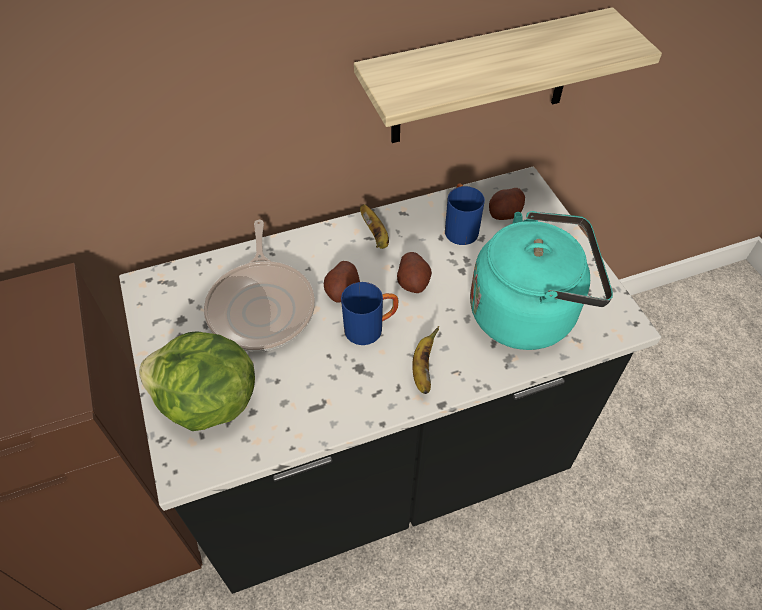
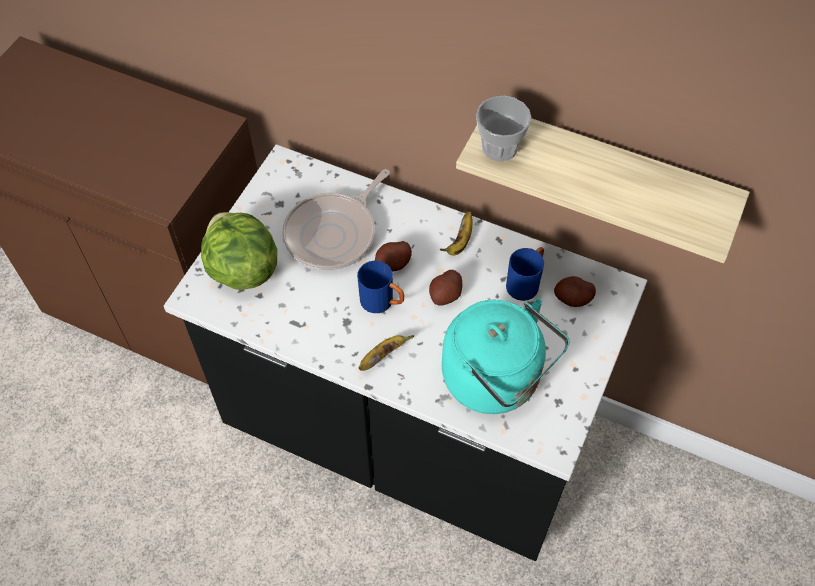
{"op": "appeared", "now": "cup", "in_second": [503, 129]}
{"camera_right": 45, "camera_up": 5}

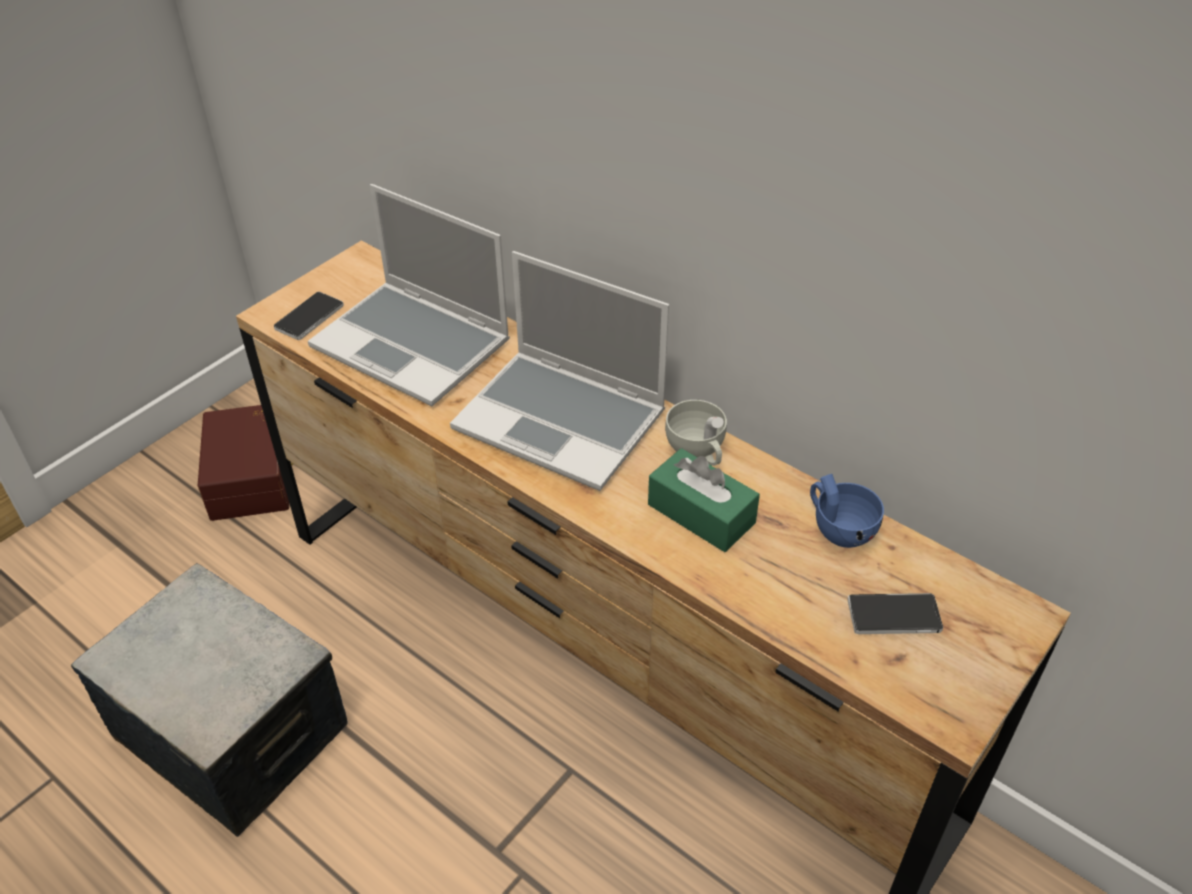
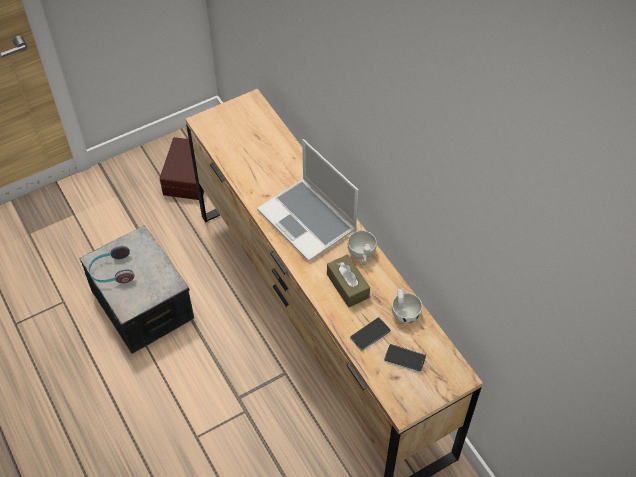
{"op": "relocated", "was": "handset", "in_first": [309, 316], "in_second": [370, 334]}
{"op": "missing", "was": "notebook computer", "in_first": [409, 295]}
{"op": "colour", "was": "green box of tissues", "now": "brownish box of tissues", "in_first": [704, 500], "in_second": [348, 281]}
{"op": "colour", "was": "bluish cup", "now": "whitish cup", "in_first": [847, 511], "in_second": [407, 306]}
{"op": "appeared", "now": "headphones", "in_second": [111, 264]}
{"camera_right": 20, "camera_up": 10}

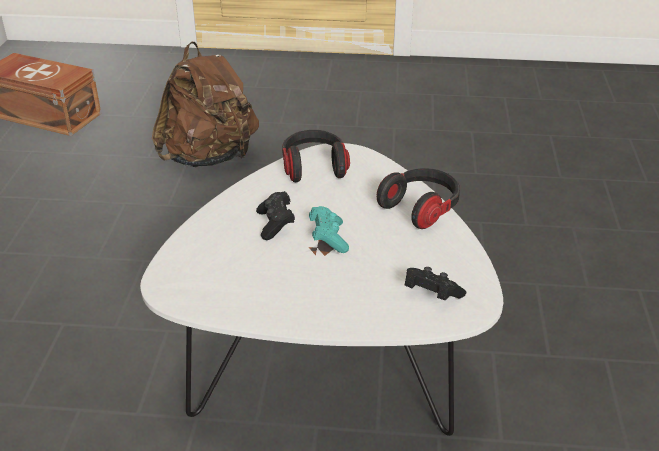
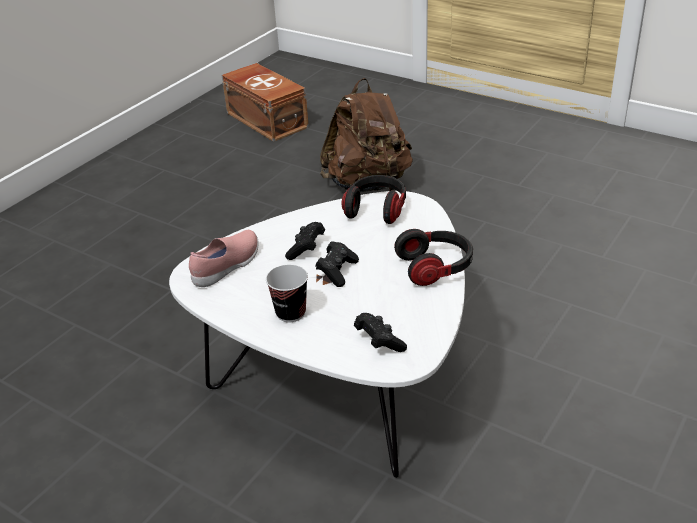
{"op": "colour", "was": "turquoise joypad", "now": "black joypad", "in_first": [329, 229], "in_second": [337, 264]}
{"op": "appeared", "now": "pink item of footwear", "in_second": [224, 258]}
{"op": "appeared", "now": "cup", "in_second": [287, 293]}
{"camera_right": 30, "camera_up": 0}

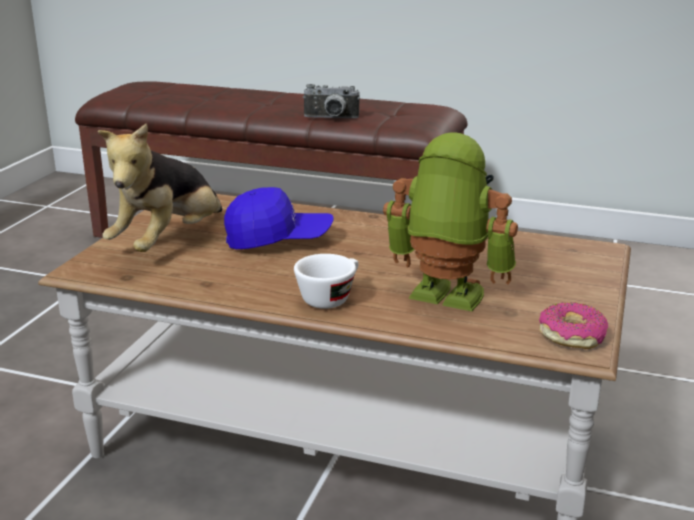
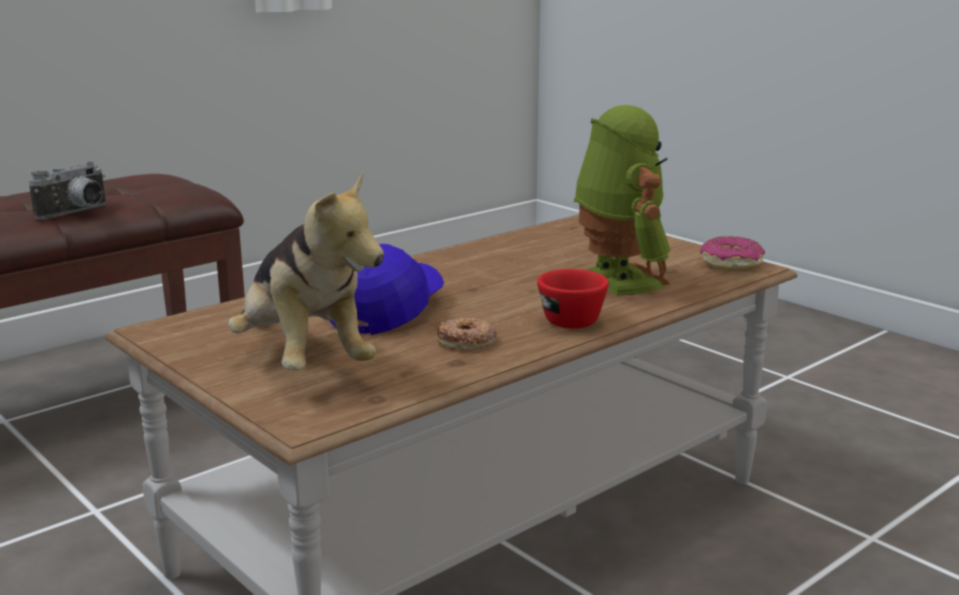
{"op": "colour", "was": "whitish cup", "now": "red cup", "in_first": [326, 281], "in_second": [573, 299]}
{"op": "spun", "was": "model robot", "in_first": [450, 222], "in_second": [622, 200], "clockwise": 105}
{"op": "appeared", "now": "doughnut", "in_second": [467, 333]}
{"camera_right": -60, "camera_up": -5}

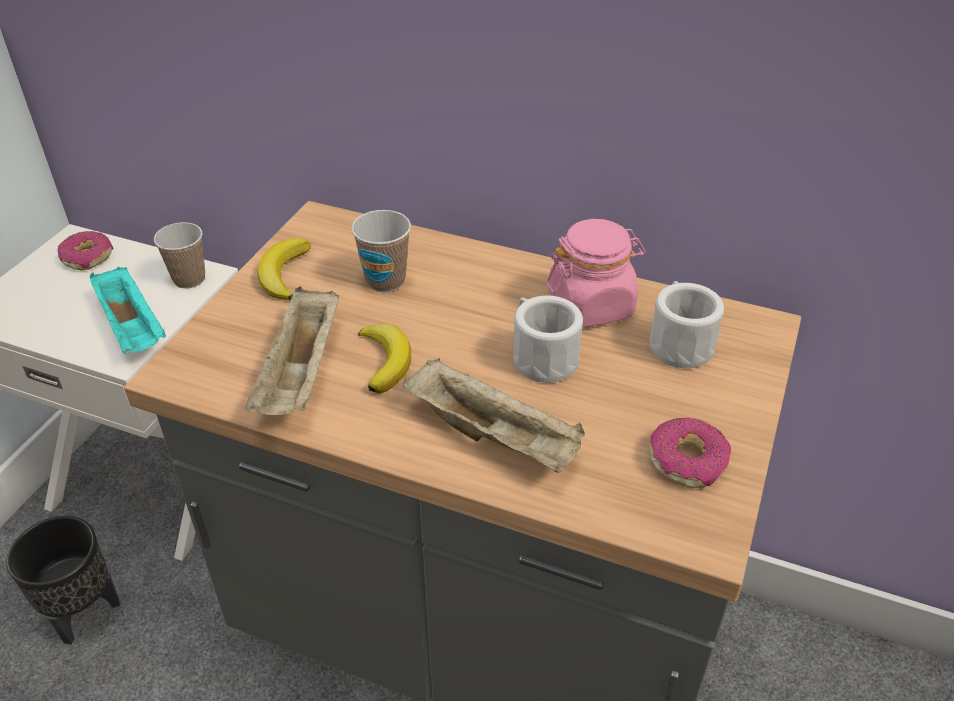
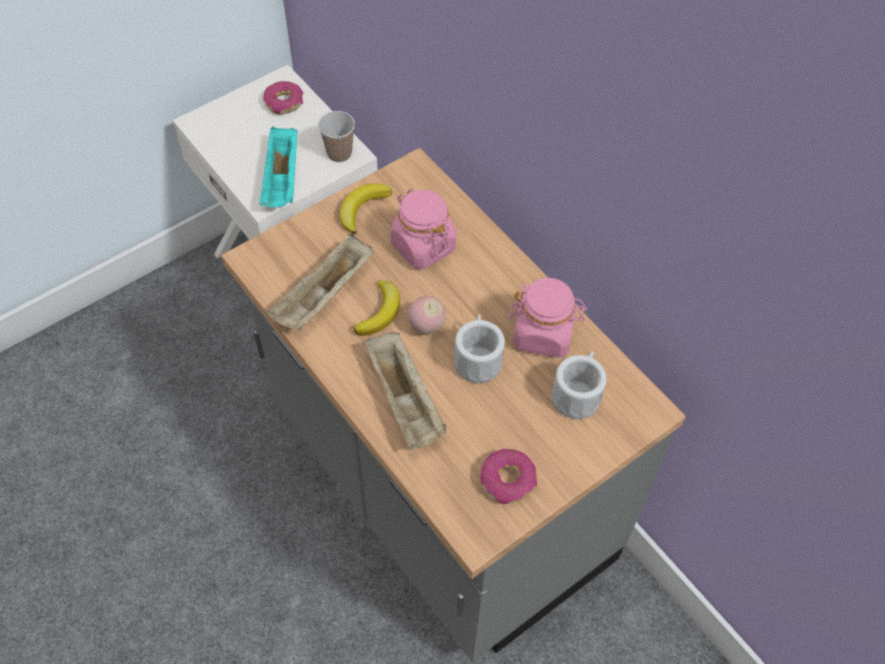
{"op": "missing", "was": "black flower pot", "in_first": [63, 580]}
{"op": "exchanged", "was": "cup", "now": "pink storage jar", "in_first": [381, 251], "in_second": [423, 229]}
{"op": "appeared", "now": "whole apple", "in_second": [427, 315]}
{"camera_right": 30, "camera_up": 15}

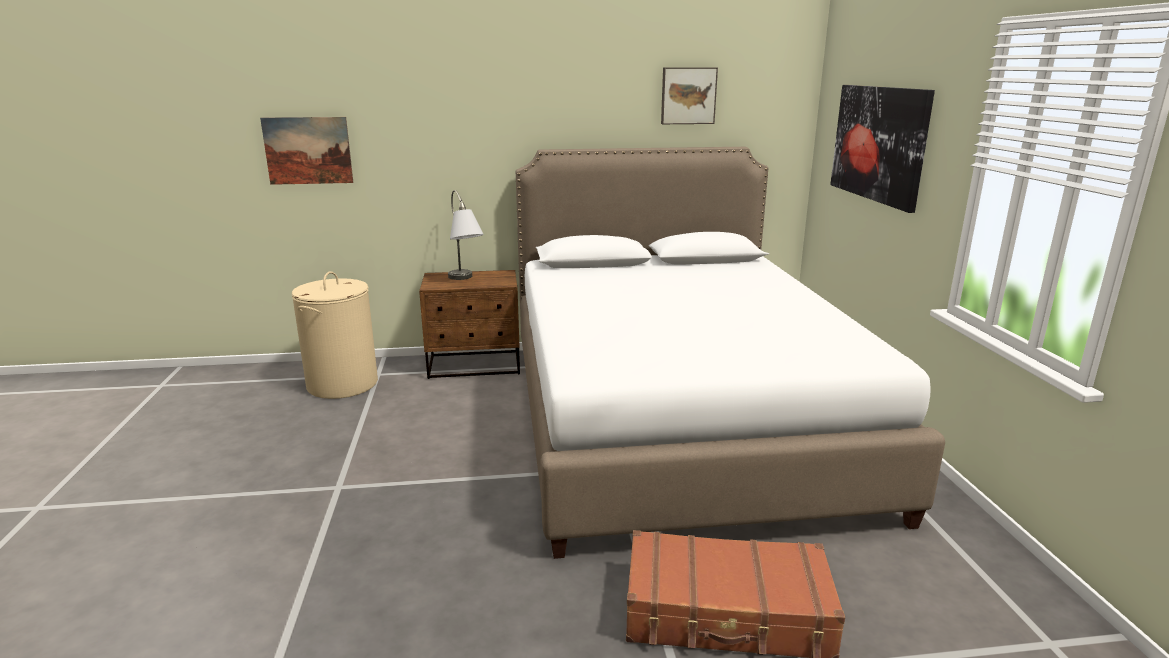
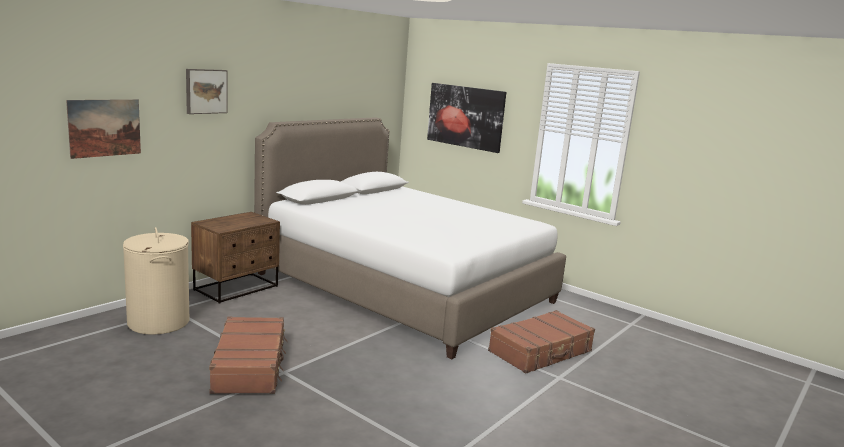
{"op": "missing", "was": "greyish table lamp", "in_first": [466, 235]}
{"op": "relocated", "was": "wall art", "in_first": [689, 95], "in_second": [207, 91]}
{"op": "appeared", "now": "brownish suitcase", "in_second": [248, 355]}
{"camera_right": -45, "camera_up": -5}

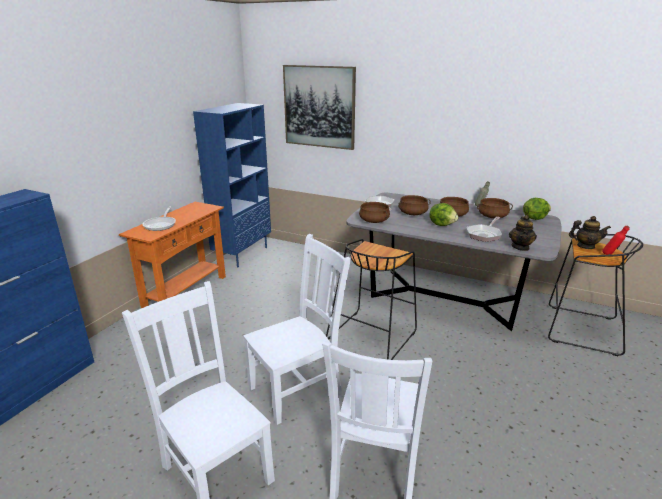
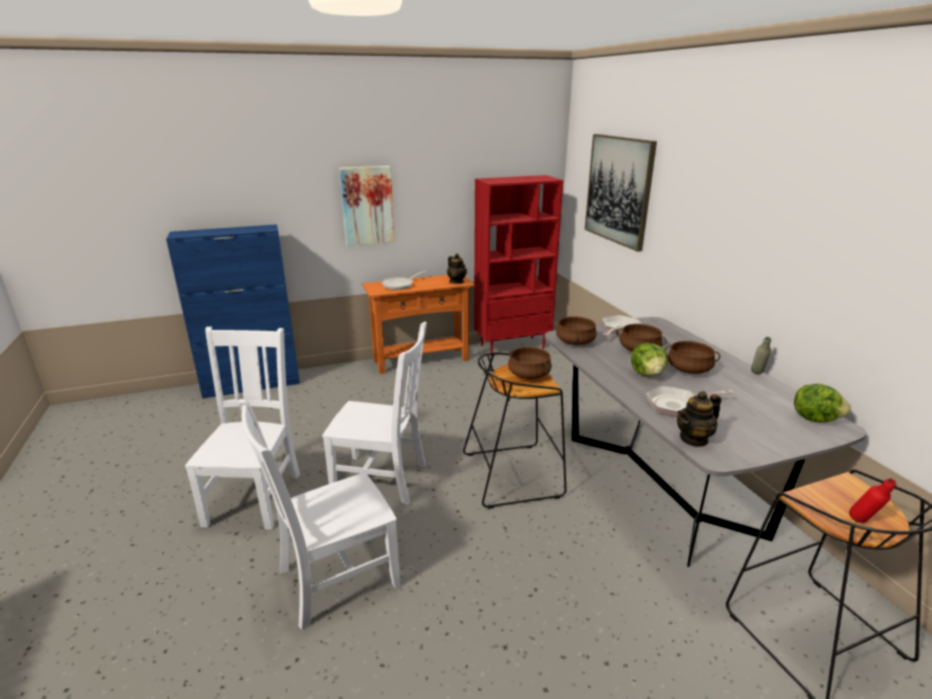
{"op": "colour", "was": "bluish bookcase", "now": "red bookcase", "in_first": [232, 185], "in_second": [518, 266]}
{"op": "relocated", "was": "brownish cooking pot", "in_first": [495, 208], "in_second": [530, 363]}
{"op": "relocated", "was": "tea pot", "in_first": [590, 232], "in_second": [457, 268]}
{"op": "appeared", "now": "wall art", "in_second": [367, 206]}
{"camera_right": 45, "camera_up": 0}

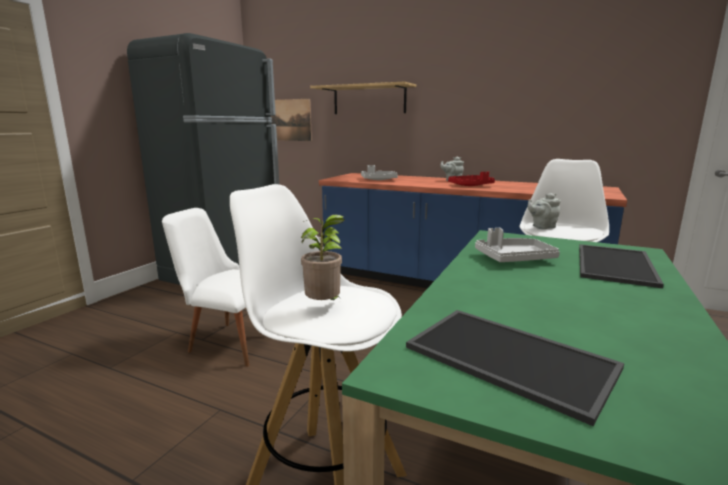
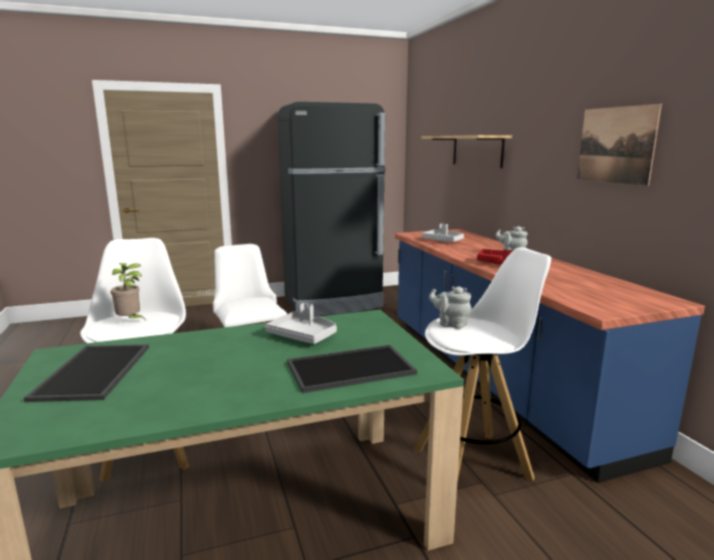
{"op": "relocated", "was": "wall art", "in_first": [291, 120], "in_second": [619, 145]}
{"camera_right": 45, "camera_up": 0}

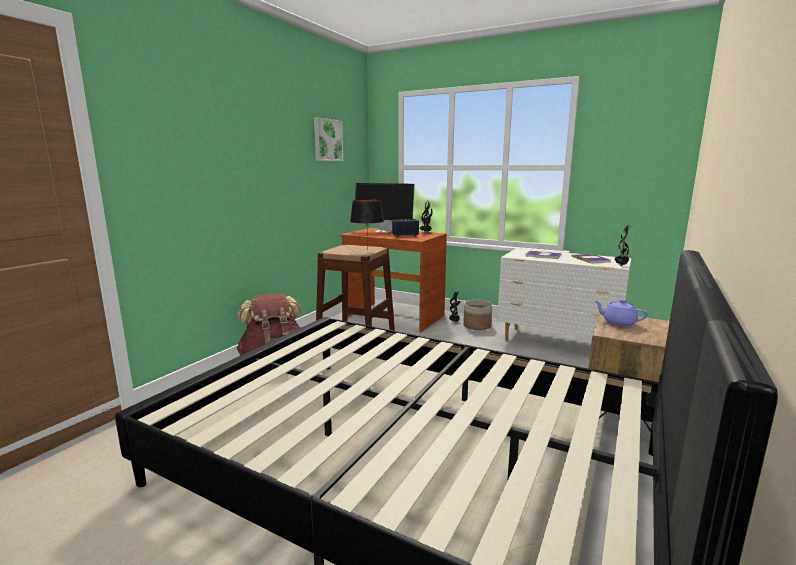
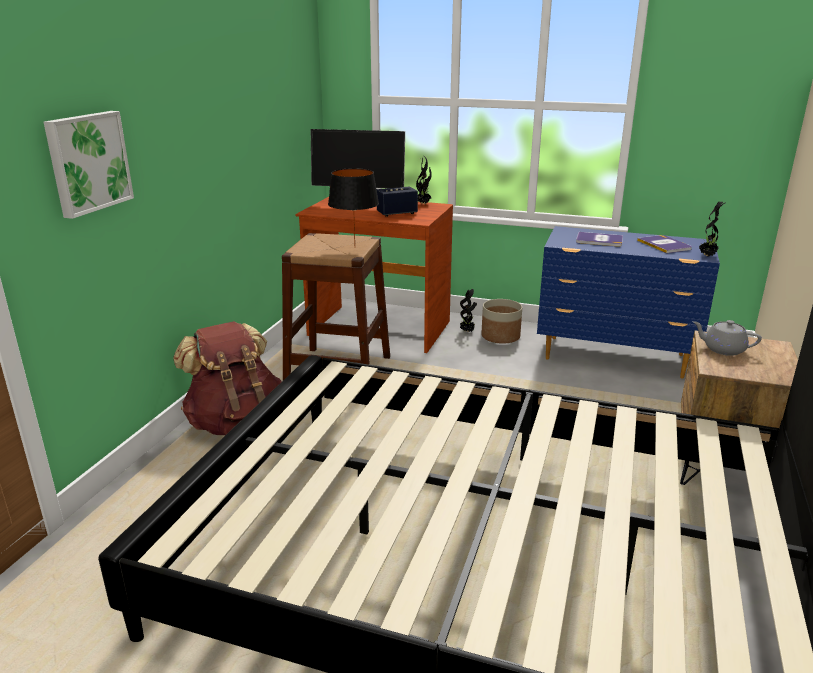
{"op": "relocated", "was": "wall art", "in_first": [328, 139], "in_second": [89, 165]}
{"op": "colour", "was": "whitish chest of drawers", "now": "bluish chest of drawers", "in_first": [564, 294], "in_second": [628, 302]}
{"op": "colour", "was": "purplish tea pot", "now": "greyish tea pot", "in_first": [620, 312], "in_second": [727, 338]}
{"camera_right": -10, "camera_up": 10}

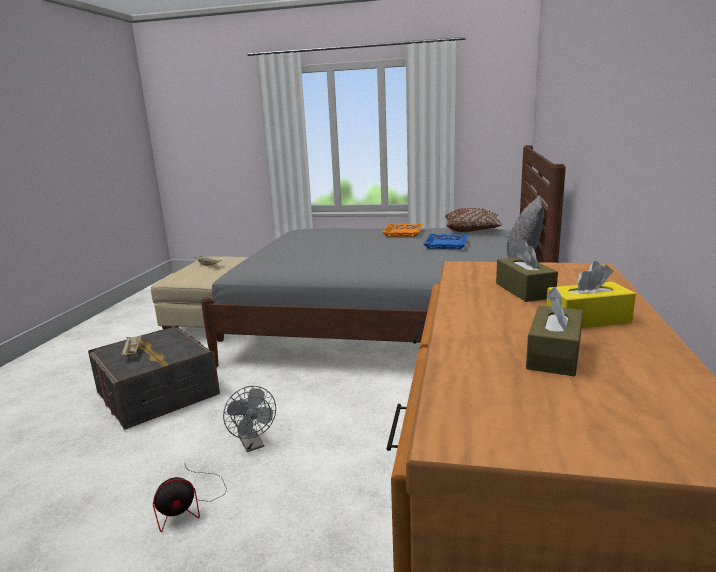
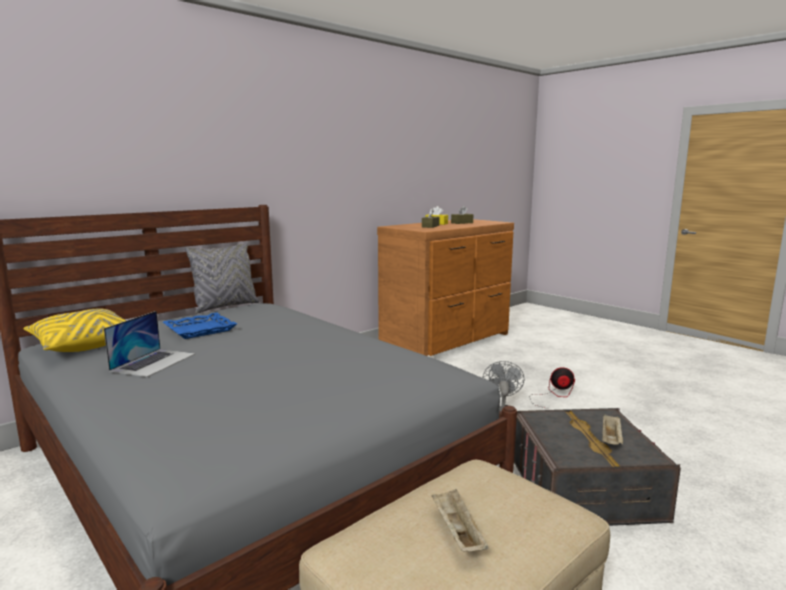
{"op": "exchanged", "was": "orange tray", "now": "notebook computer", "in_first": [402, 230], "in_second": [149, 344]}
{"op": "colour", "was": "brownish throw pillow", "now": "yellow-coloured throw pillow", "in_first": [474, 220], "in_second": [74, 330]}
{"camera_right": -145, "camera_up": -5}

